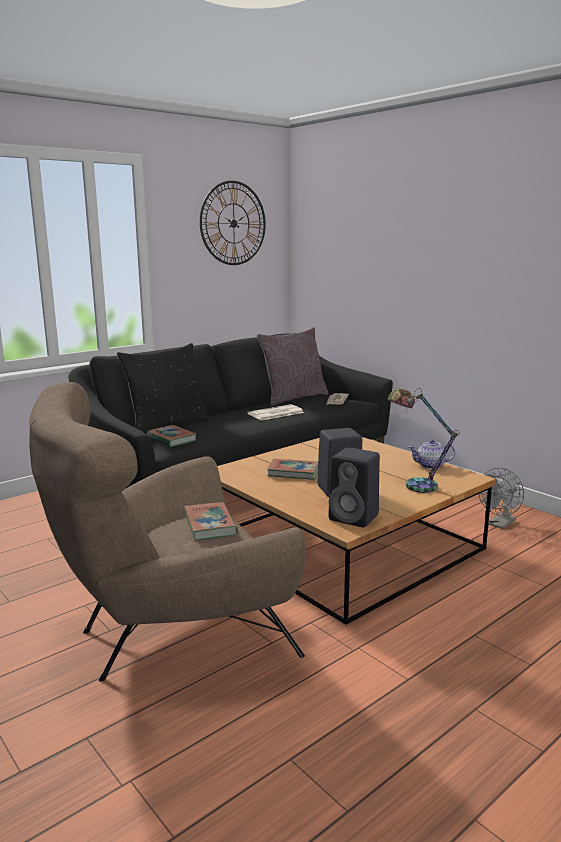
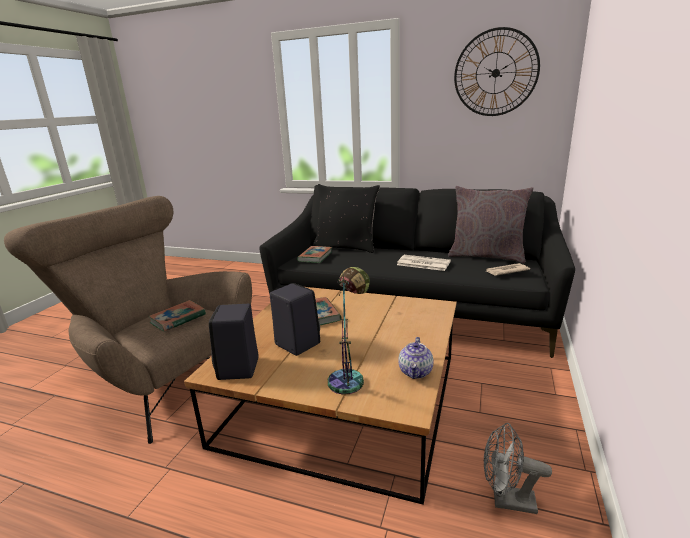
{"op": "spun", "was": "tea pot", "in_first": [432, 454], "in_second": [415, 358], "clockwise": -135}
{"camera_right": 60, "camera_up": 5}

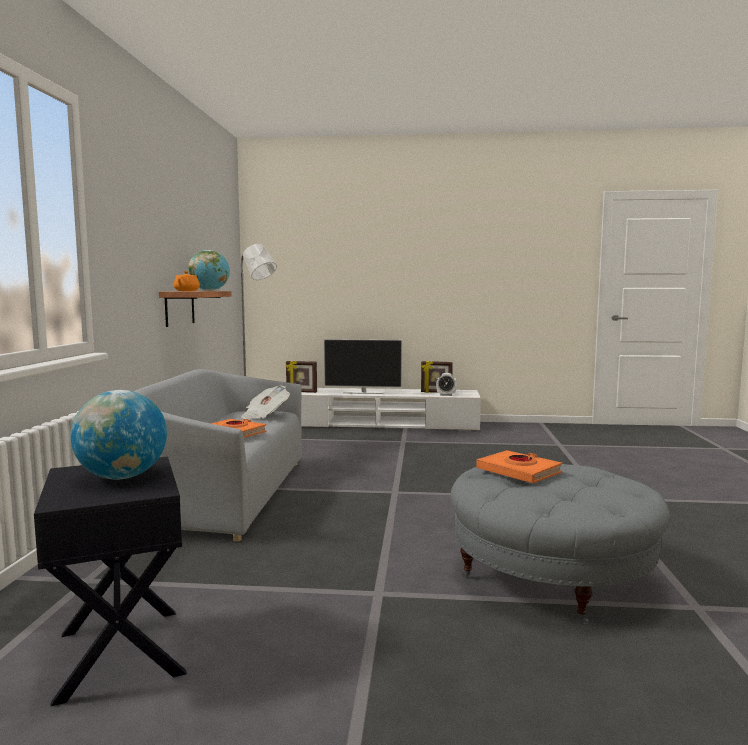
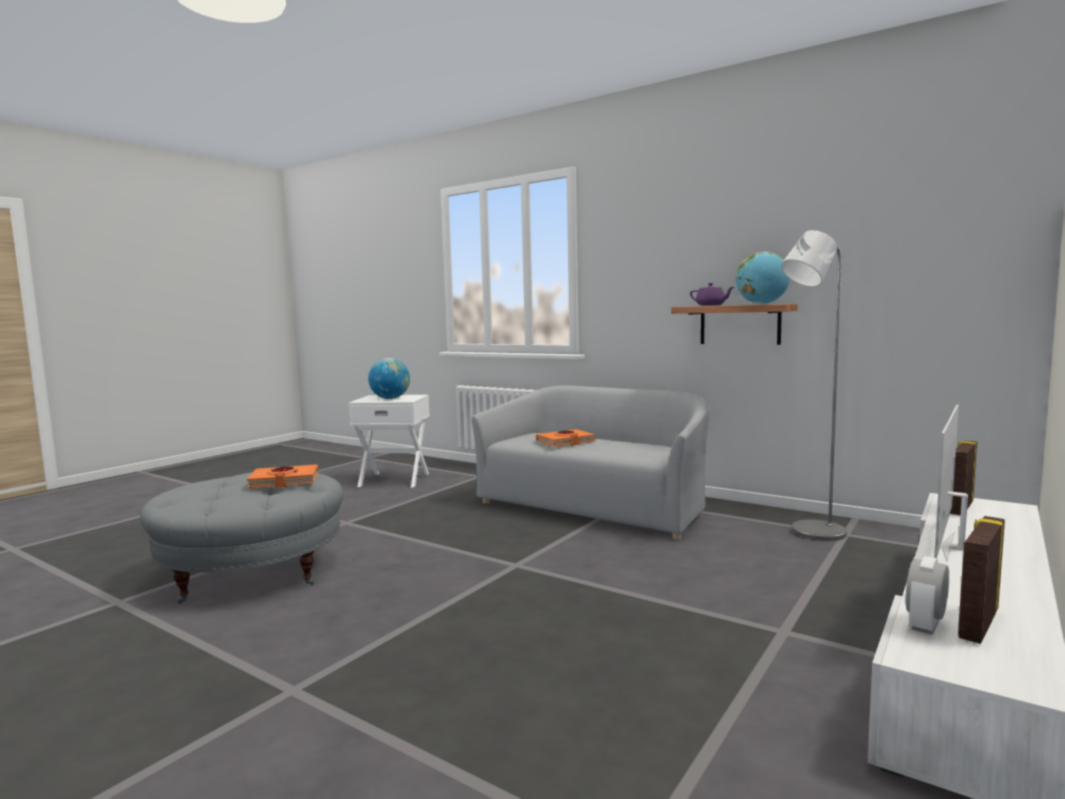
{"op": "colour", "was": "black end table", "now": "whitish end table", "in_first": [110, 582], "in_second": [389, 441]}
{"op": "colour", "was": "orange tea pot", "now": "purplish tea pot", "in_first": [187, 281], "in_second": [712, 294]}
{"op": "missing", "was": "daily paper", "in_first": [265, 402]}
{"camera_right": 120, "camera_up": 0}

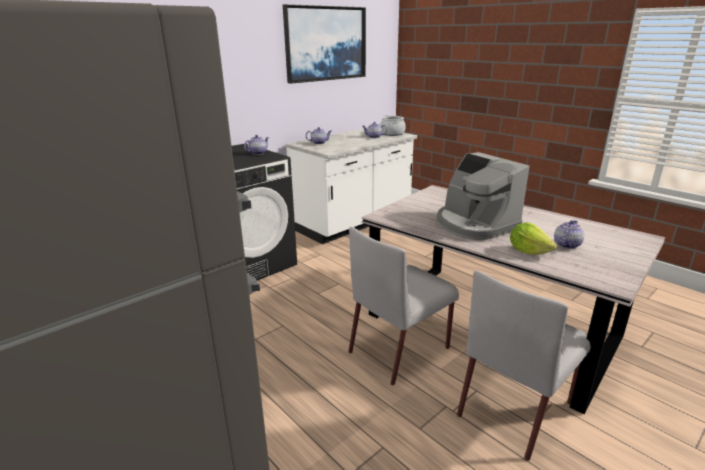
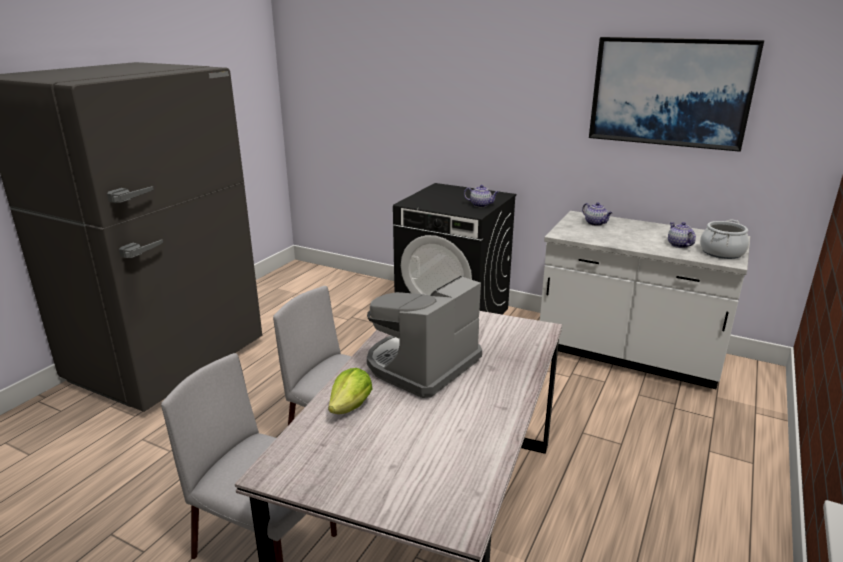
{"op": "missing", "was": "tea pot", "in_first": [569, 234]}
{"camera_right": 70, "camera_up": 0}

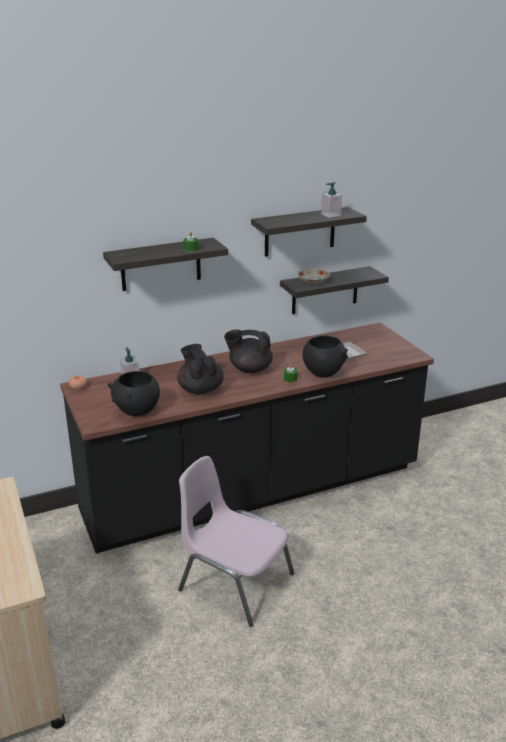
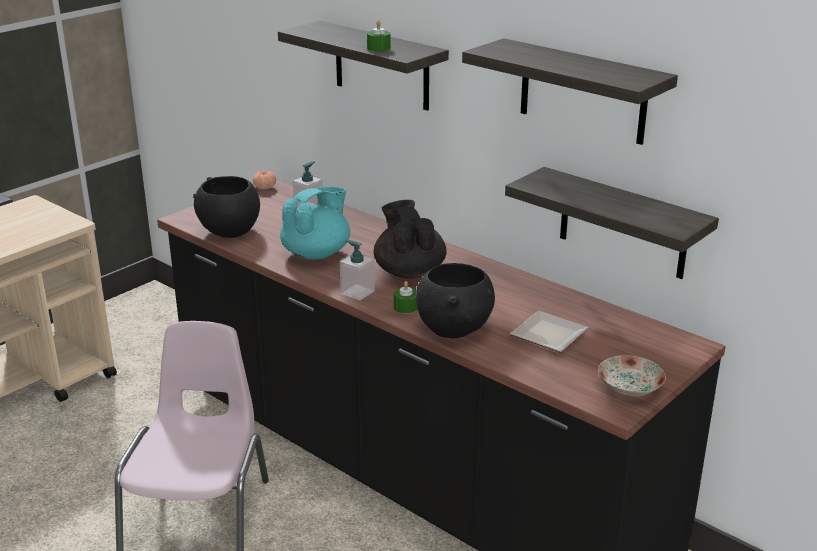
{"op": "colour", "was": "black tea pot", "now": "turquoise tea pot", "in_first": [200, 369], "in_second": [315, 223]}
{"op": "relocated", "was": "flat dish", "in_first": [314, 276], "in_second": [632, 375]}
{"op": "relocated", "was": "liquid soap bottle", "in_first": [331, 200], "in_second": [357, 270]}
{"camera_right": 65, "camera_up": 0}

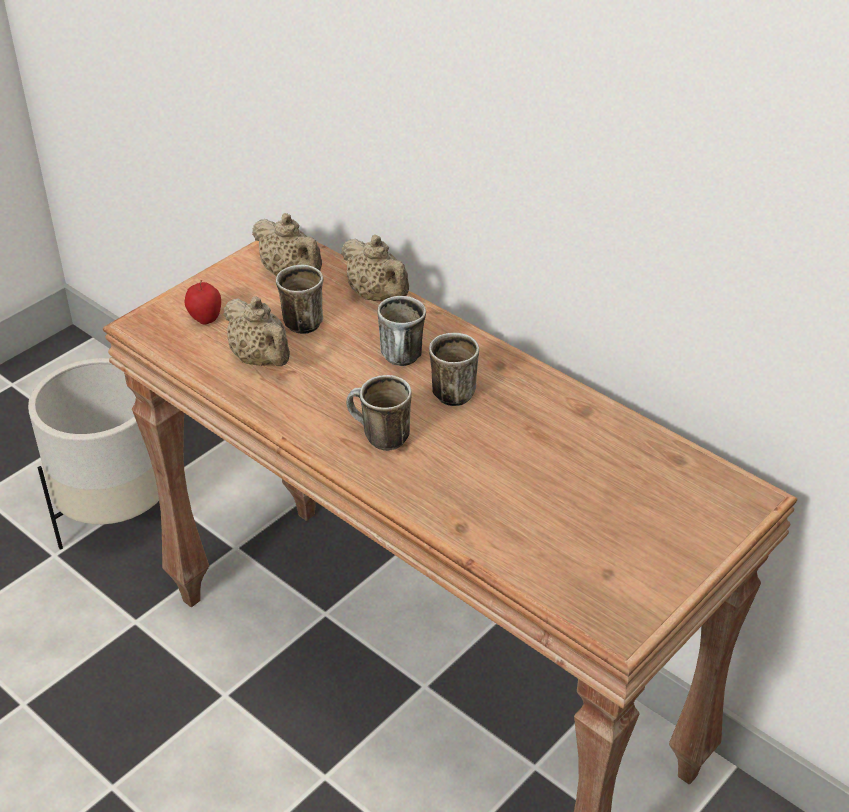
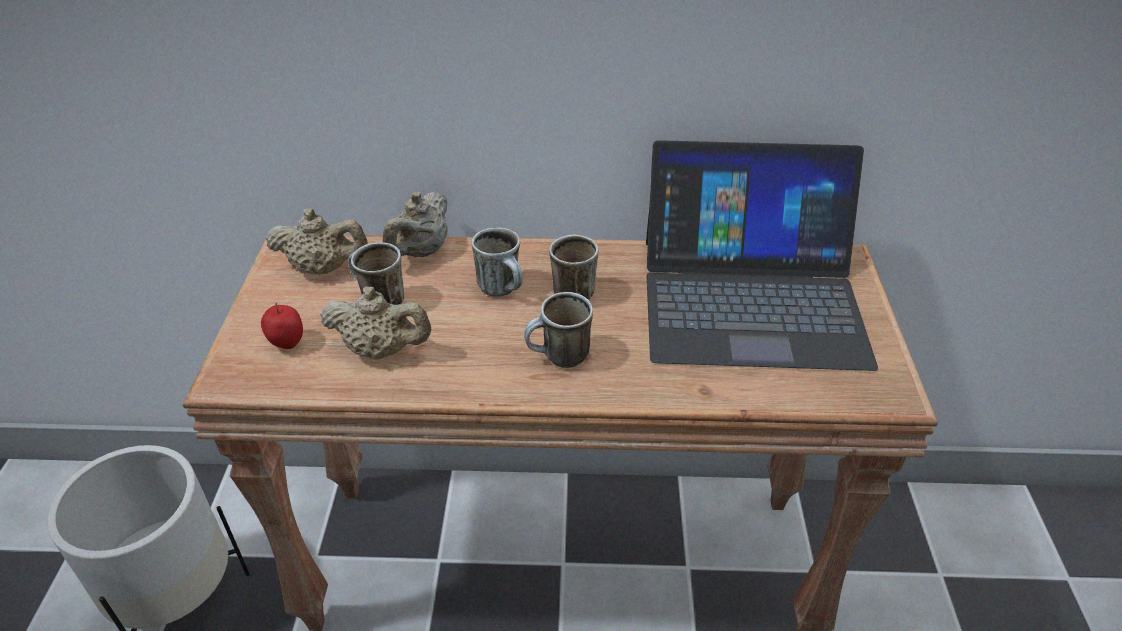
{"op": "spun", "was": "beige-coloured tea pot", "in_first": [375, 268], "in_second": [415, 224], "clockwise": 105}
{"op": "appeared", "now": "notebook computer", "in_second": [762, 255]}
{"camera_right": -40, "camera_up": 0}

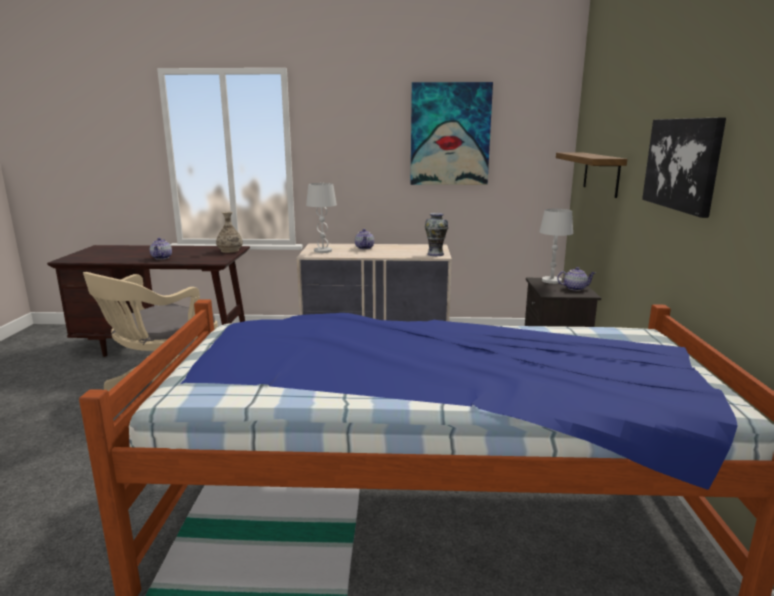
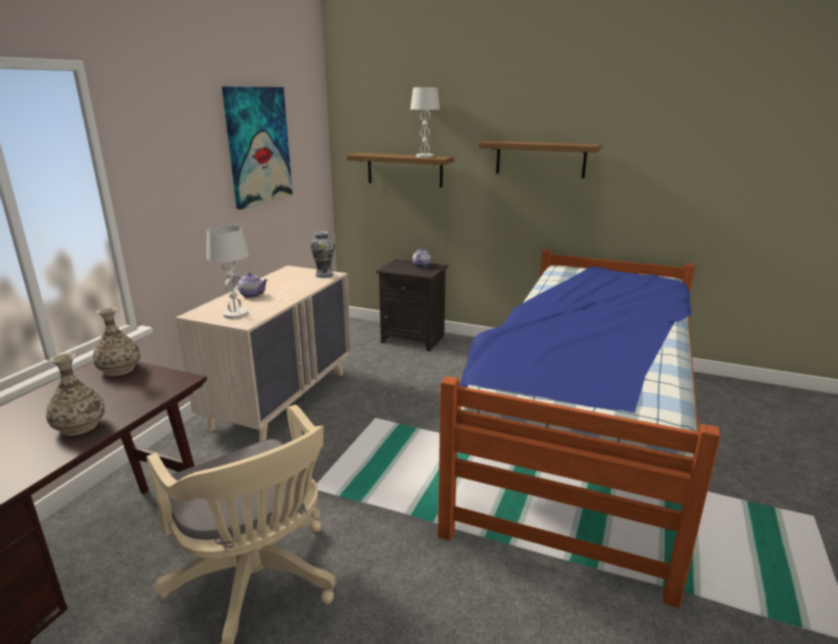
{"op": "exchanged", "was": "tea pot", "now": "vase", "in_first": [161, 249], "in_second": [75, 394]}
{"op": "relocated", "was": "whitish table lamp", "in_first": [556, 246], "in_second": [425, 122]}
{"op": "exchanged", "was": "wall art", "now": "shelf", "in_first": [684, 167], "in_second": [540, 159]}
{"camera_right": -70, "camera_up": 5}

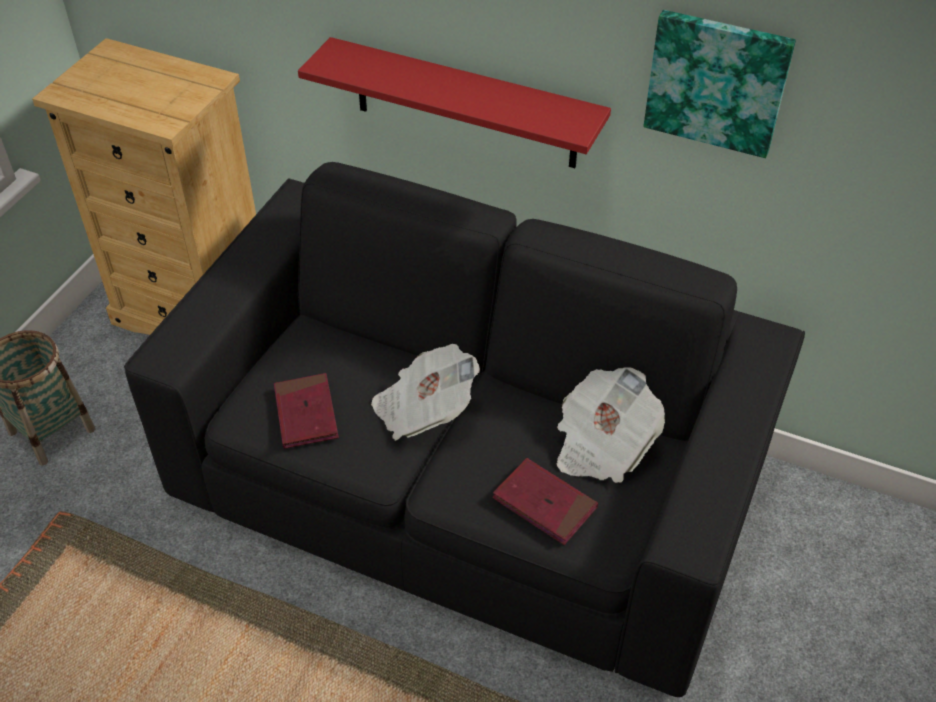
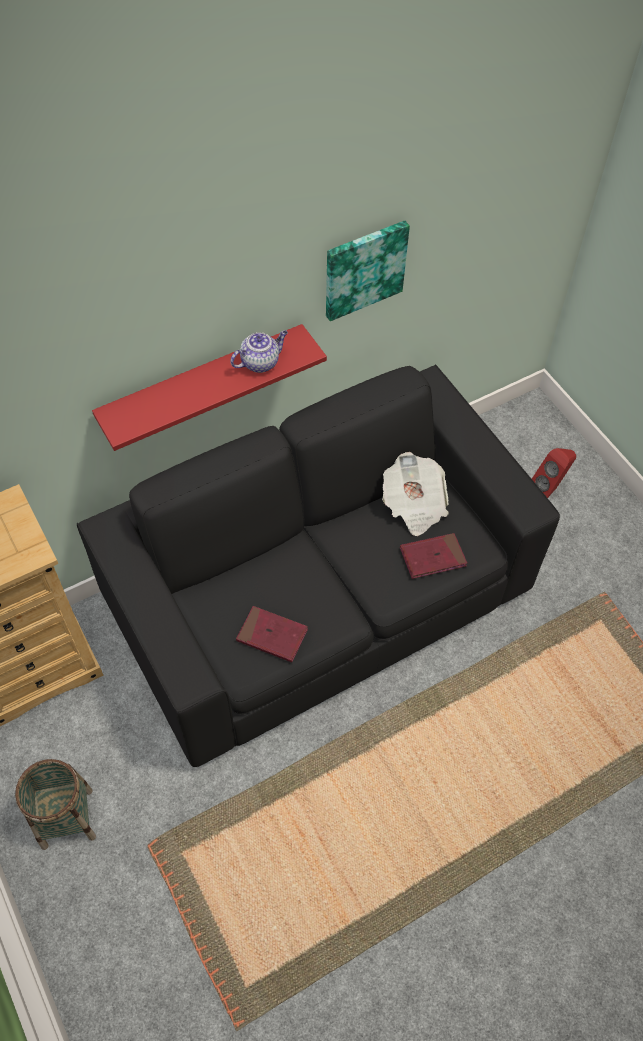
{"op": "missing", "was": "daily paper", "in_first": [425, 392]}
{"op": "appeared", "now": "tea pot", "in_second": [259, 351]}
{"op": "appeared", "now": "red loudspeaker", "in_second": [554, 473]}
{"camera_right": -55, "camera_up": 10}

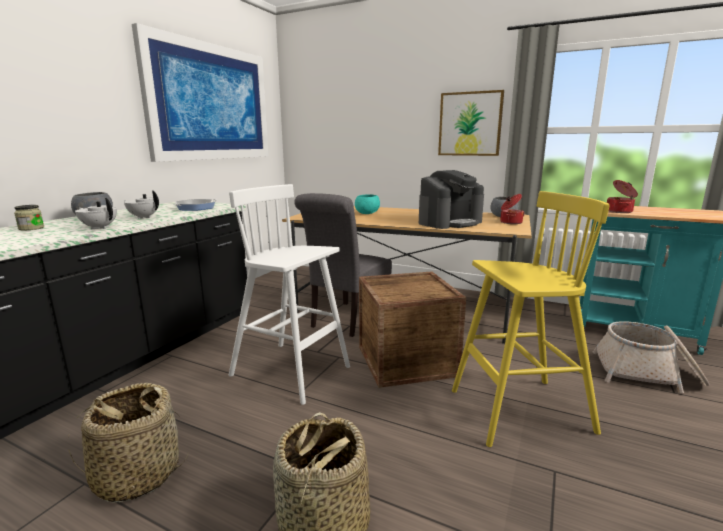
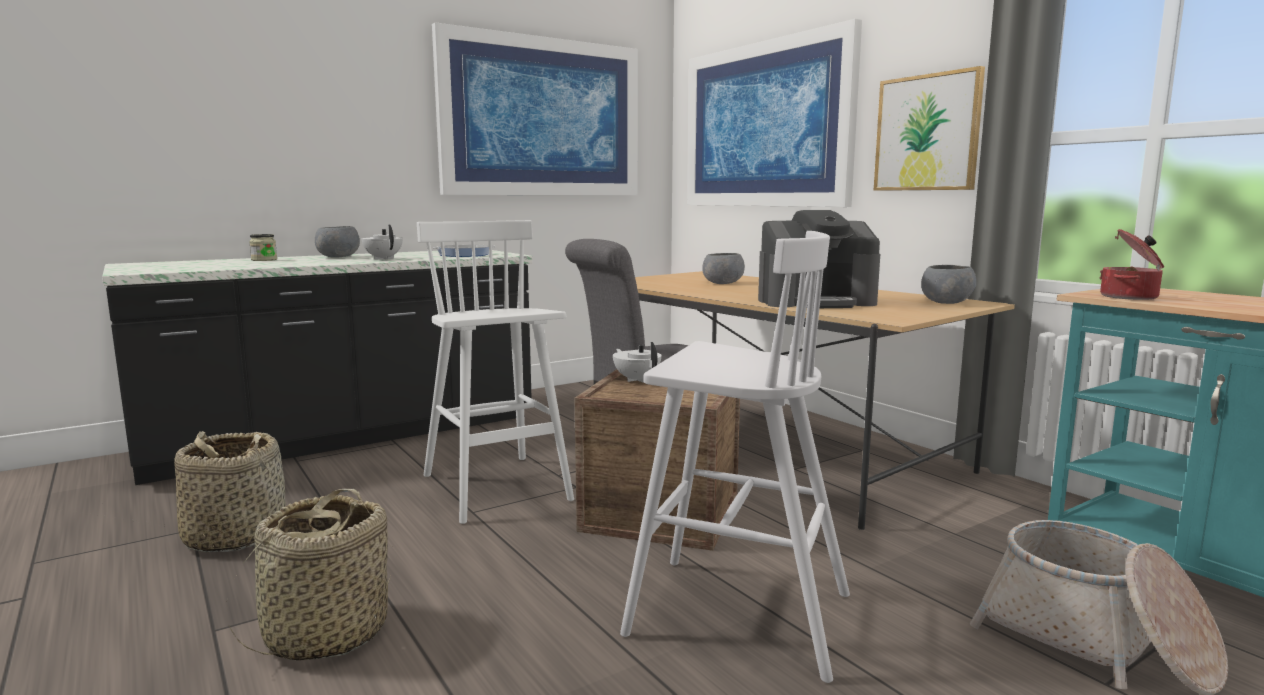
{"op": "relocated", "was": "whitish tea pot", "in_first": [96, 214], "in_second": [637, 362]}
{"op": "colour", "was": "turquoise bowl", "now": "greyish bowl", "in_first": [367, 204], "in_second": [723, 268]}
{"op": "colour", "was": "yellow-coloured stool seat", "now": "whitish stool seat", "in_first": [531, 319], "in_second": [735, 457]}
{"op": "missing", "was": "cooking pot", "in_first": [512, 209]}
{"op": "appeared", "now": "wall art", "in_second": [774, 113]}
{"camera_right": 30, "camera_up": -5}

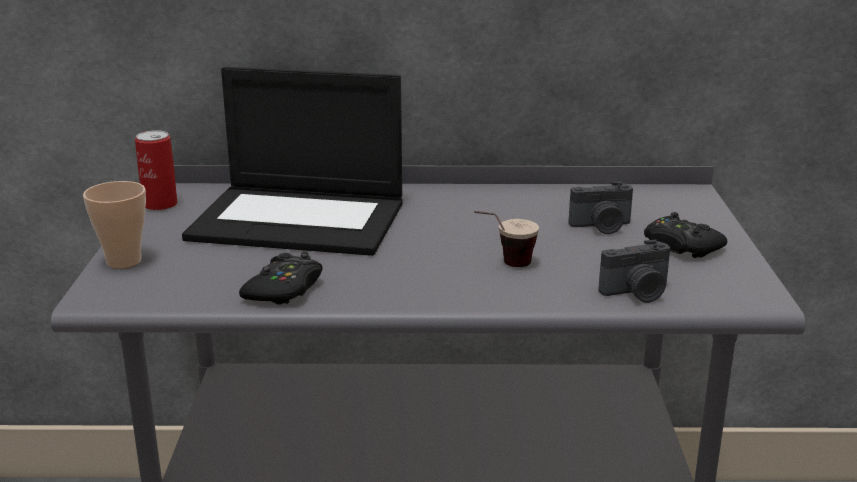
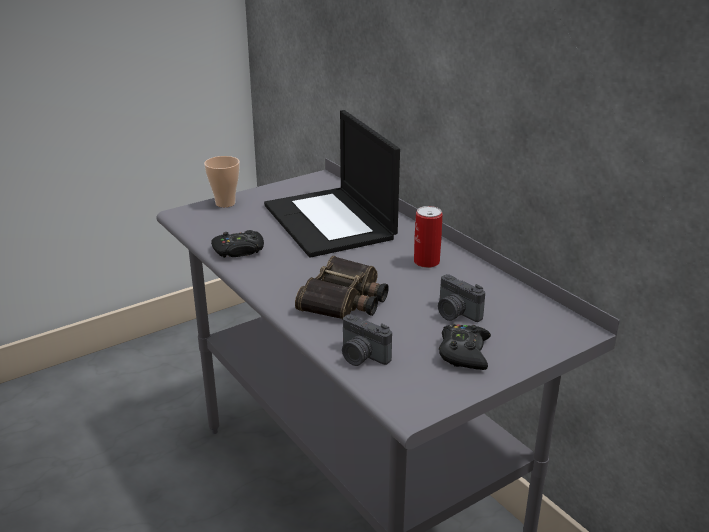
{"op": "relocated", "was": "can", "in_first": [156, 170], "in_second": [428, 237]}
{"op": "exchanged", "was": "cup", "now": "binoculars", "in_first": [506, 239], "in_second": [342, 287]}
{"camera_right": 55, "camera_up": 5}

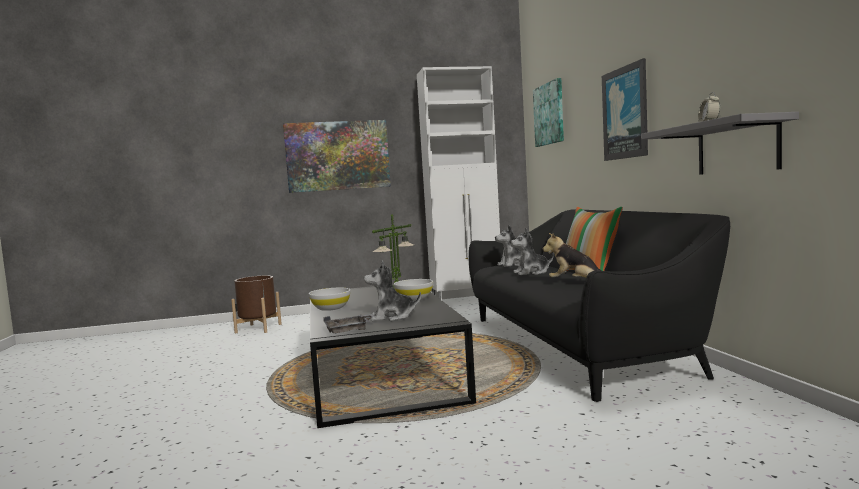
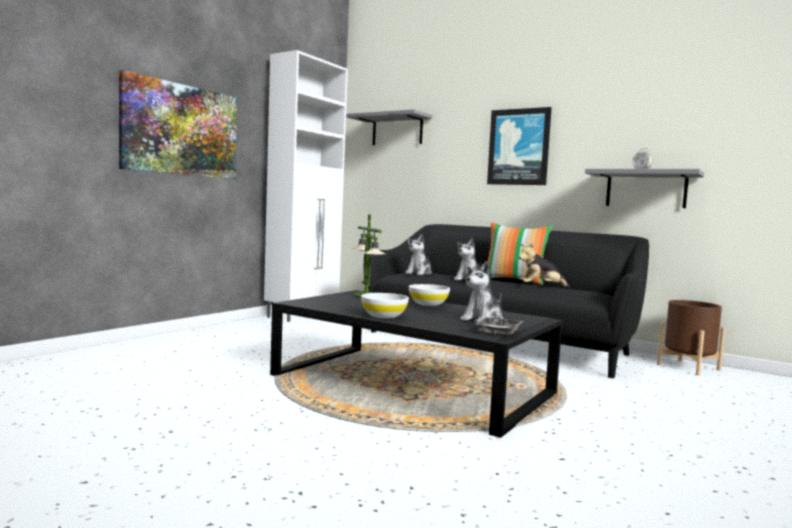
{"op": "relocated", "was": "brownish flower pot", "in_first": [256, 304], "in_second": [691, 338]}
{"op": "exchanged", "was": "wall art", "now": "greyish shelf", "in_first": [548, 112], "in_second": [389, 127]}
{"camera_right": -45, "camera_up": 0}

